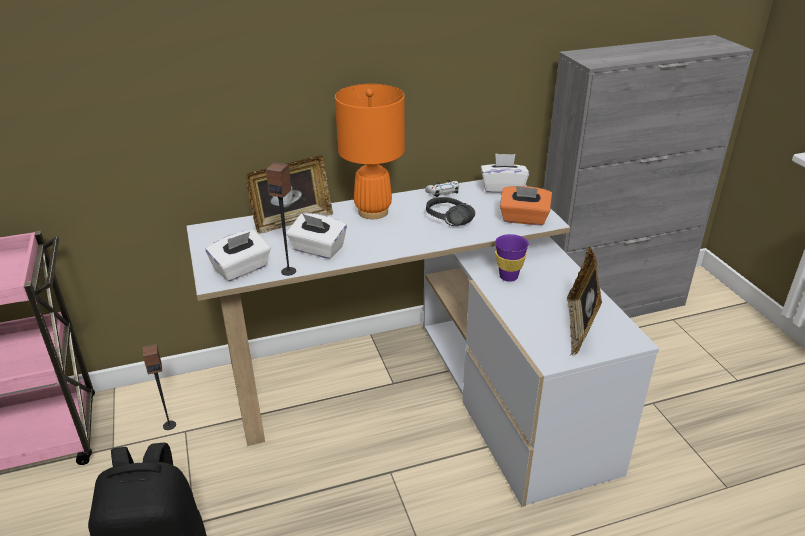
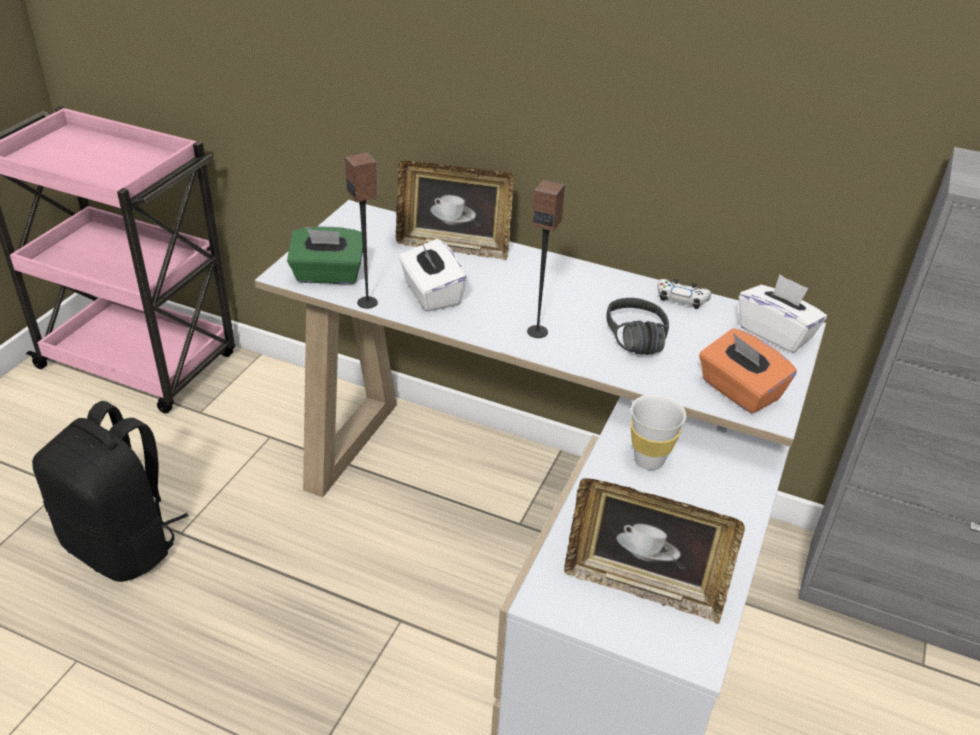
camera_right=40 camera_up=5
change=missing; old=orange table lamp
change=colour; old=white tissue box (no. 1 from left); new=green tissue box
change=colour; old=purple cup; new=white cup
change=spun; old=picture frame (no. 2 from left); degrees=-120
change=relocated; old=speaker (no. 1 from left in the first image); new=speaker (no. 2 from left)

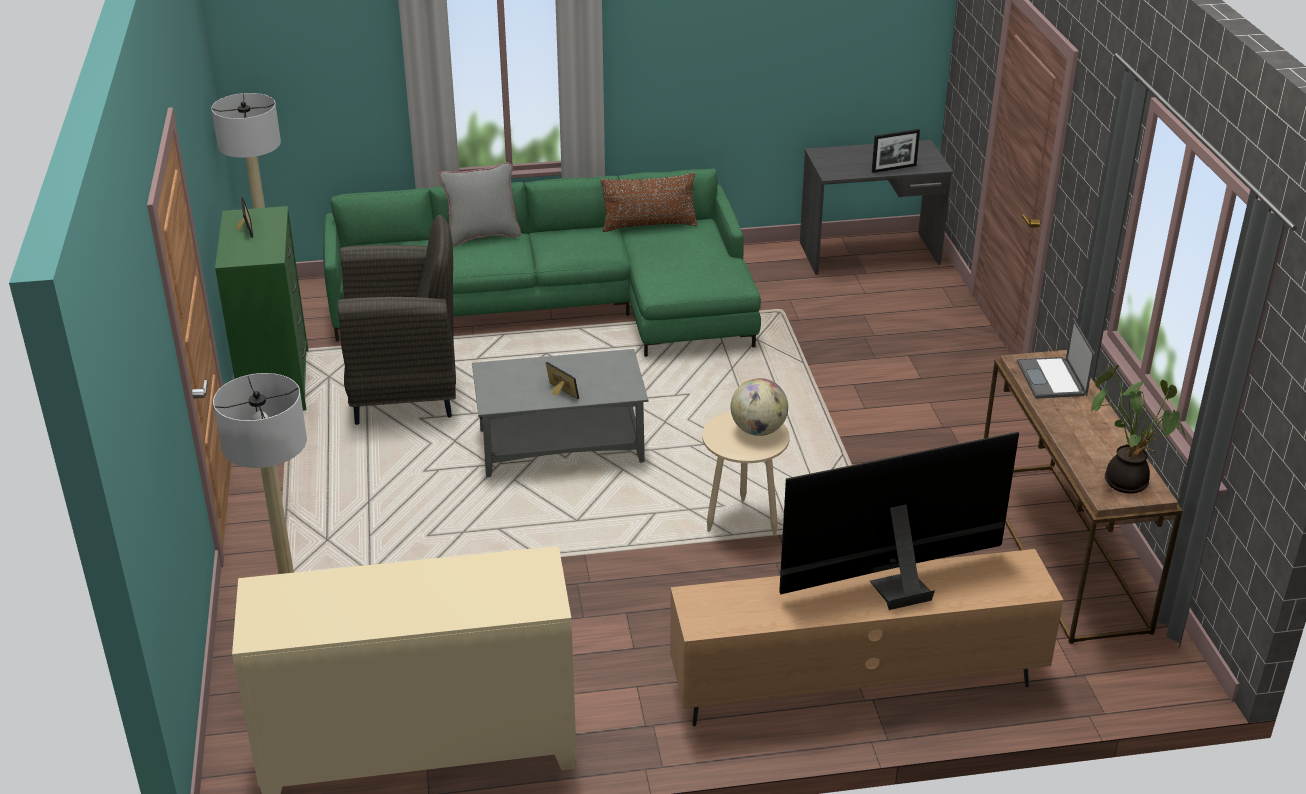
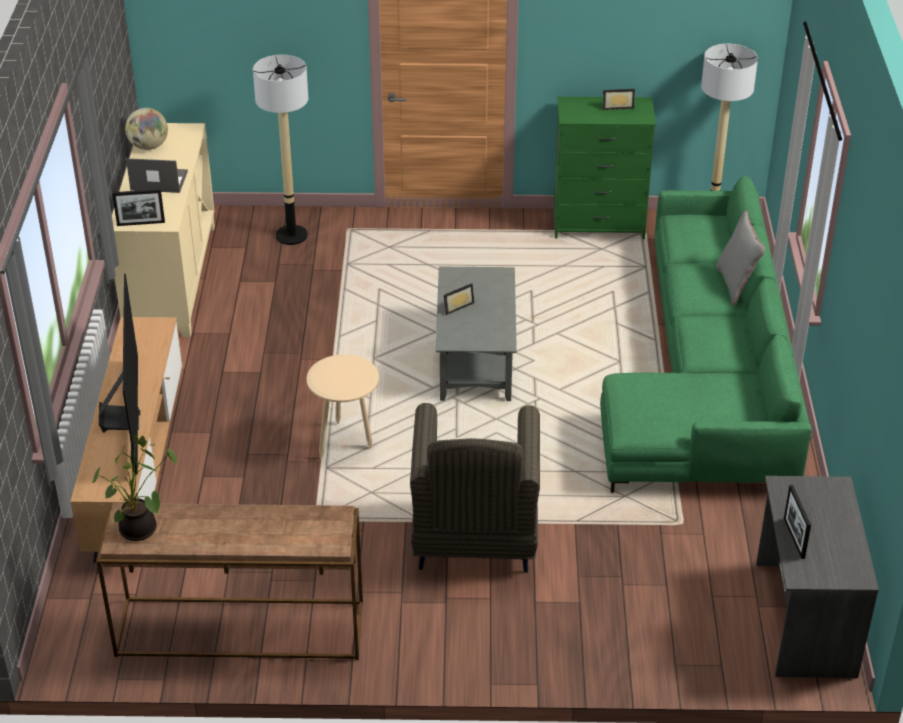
camera_right=100 camera_up=5
change=missing; old=brown pillow
change=relocated; old=grey armchair
change=relocated; old=laptop
change=relocated; old=globe
change=appeared; new=picture frame (no. 1 from left)

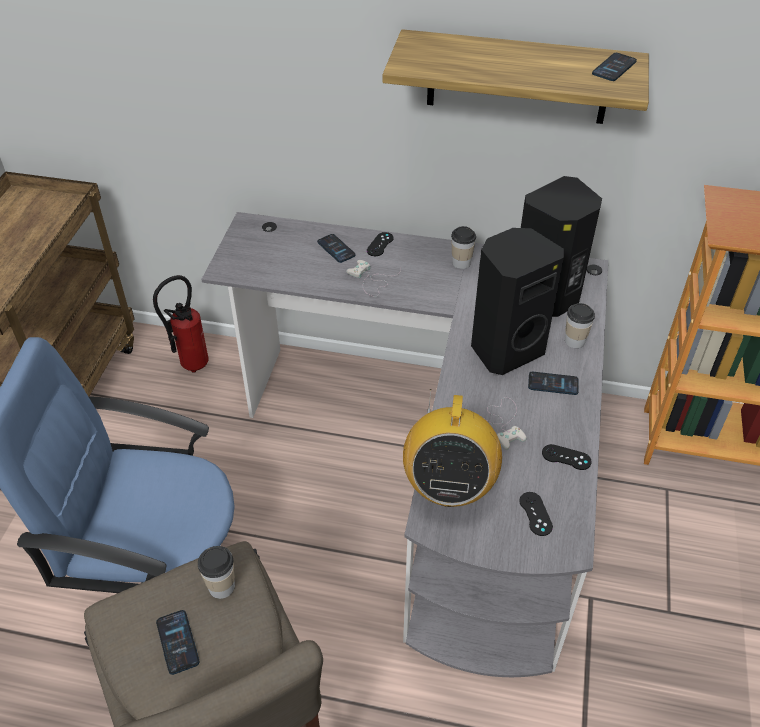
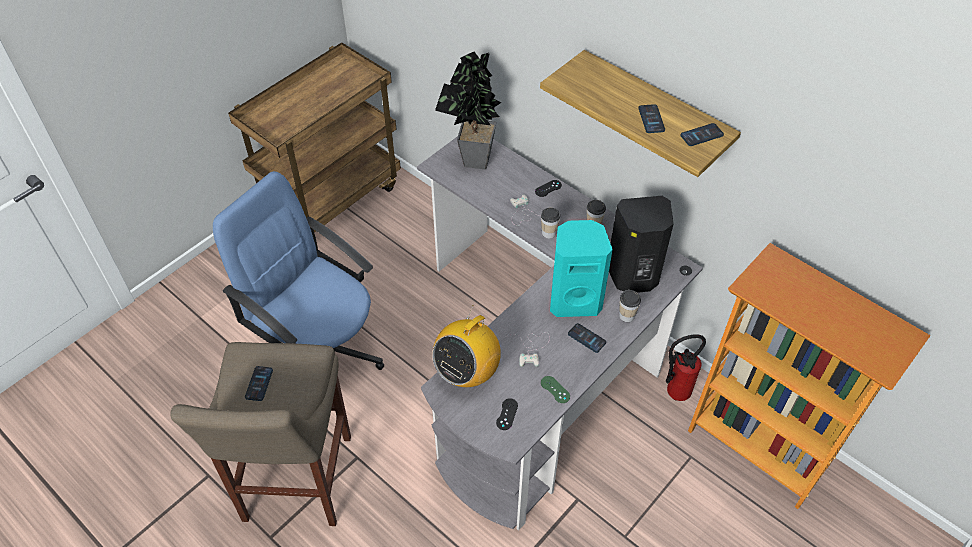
camera_right=30 camera_up=5
change=colour; old=black speaker (no. 1 from left); new=turquoise speaker
change=relocated; old=phone (no. 2 from left in the first image); new=phone (no. 3 from left)
change=relocated; old=fire extinguisher
change=colour; old=black game controller (no. 3 from left); new=green game controller
change=relocated; old=cup (no. 1 from left)
change=appeared; new=potted plant

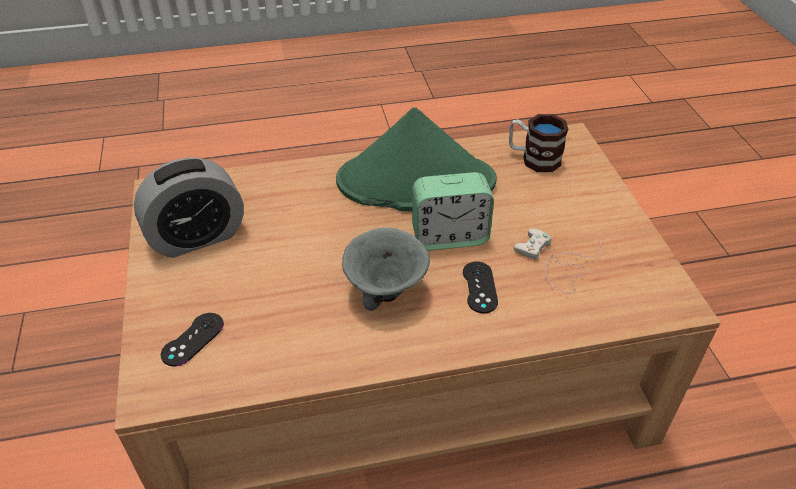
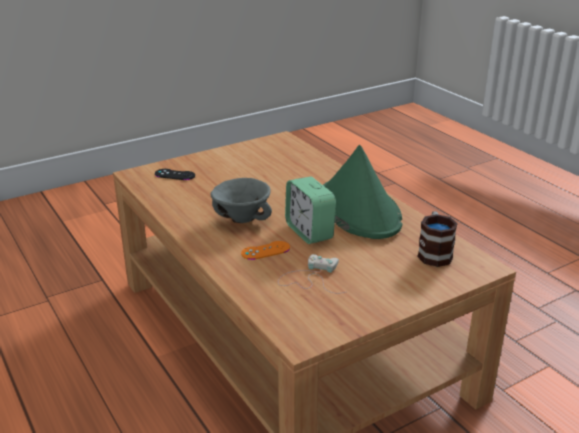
camera_right=70 camera_up=-15
change=missing; old=alarm clock (no. 1 from left)
change=colour; old=black game controller (no. 2 from left); new=orange game controller

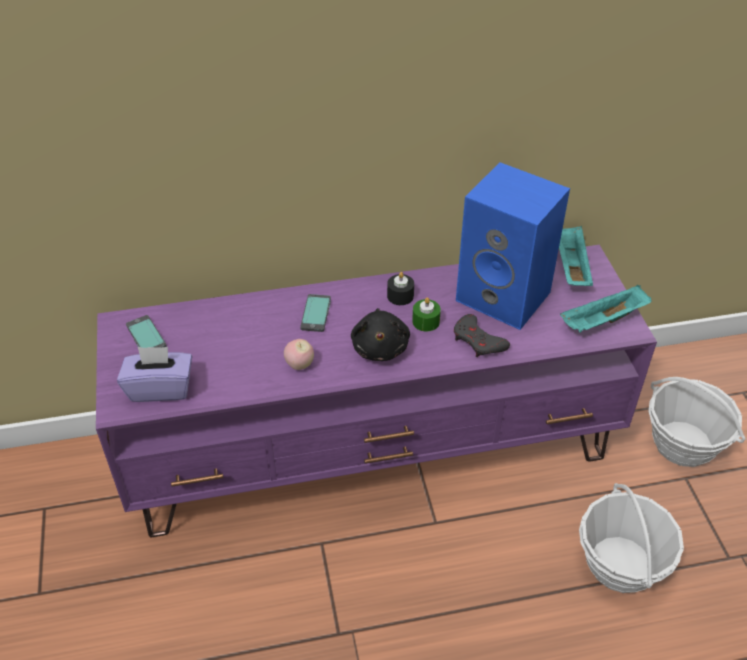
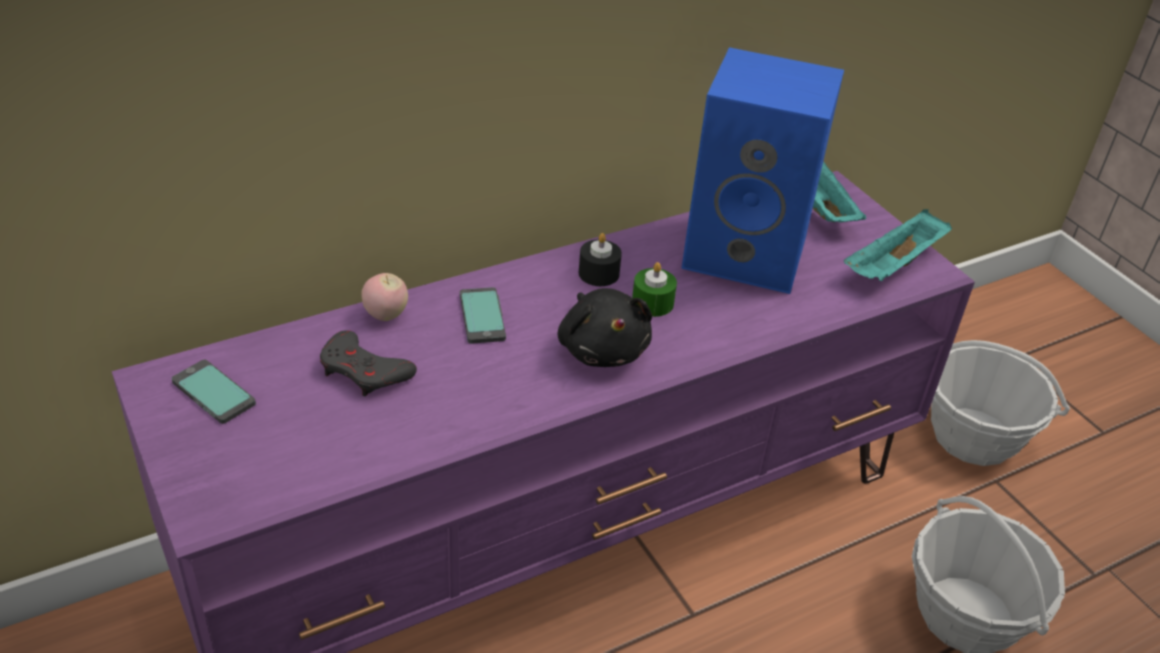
camera_right=-20 camera_up=-5
change=relocated; old=grey game controller
change=relocated; old=apple
change=missing; old=purple tissue box

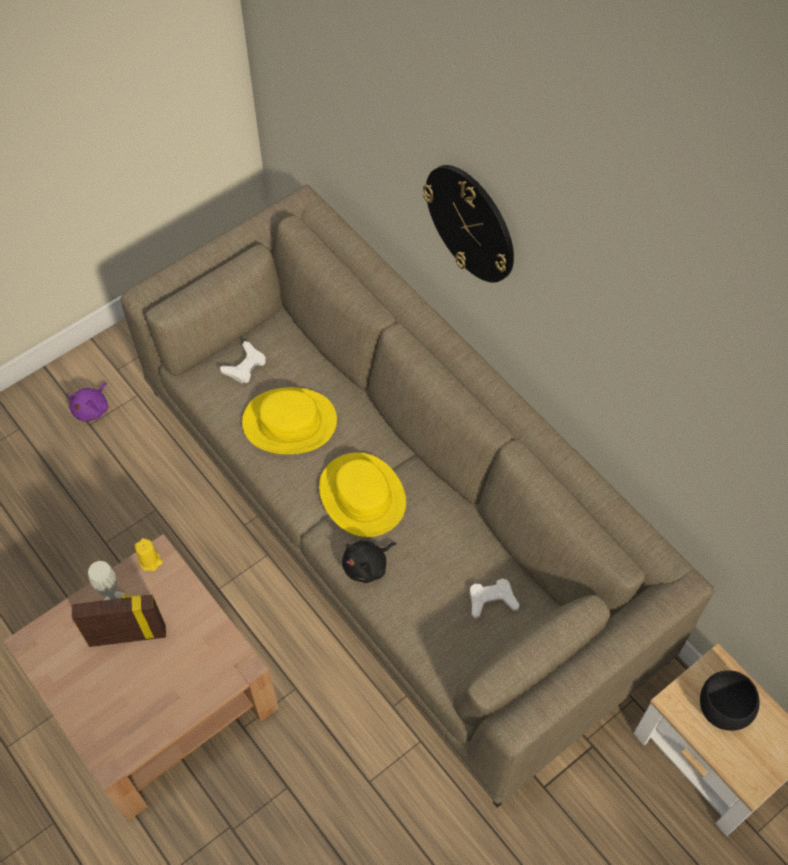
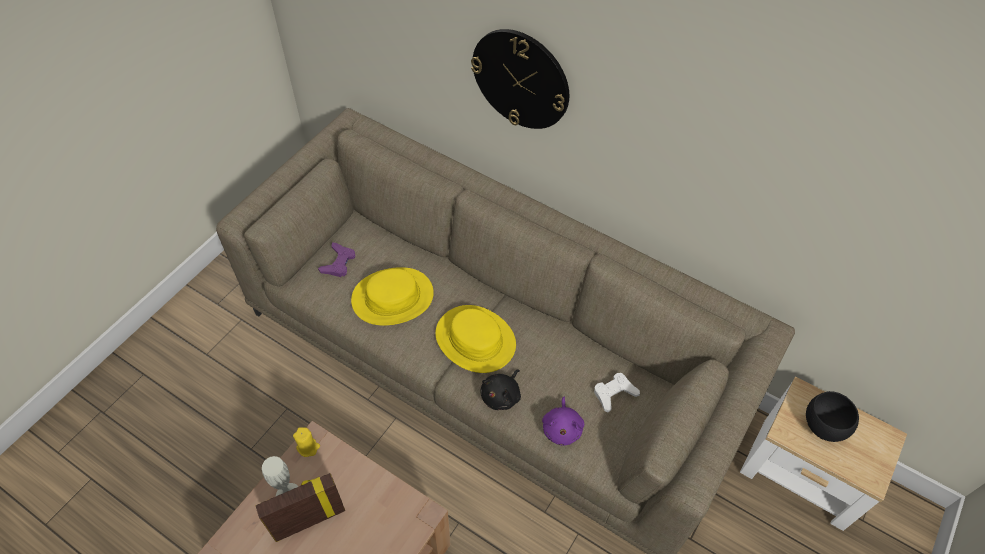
camera_right=-20 camera_up=-5
change=colour; old=white game controller (no. 1 from left); new=purple game controller
change=relocated; old=purple plush toy

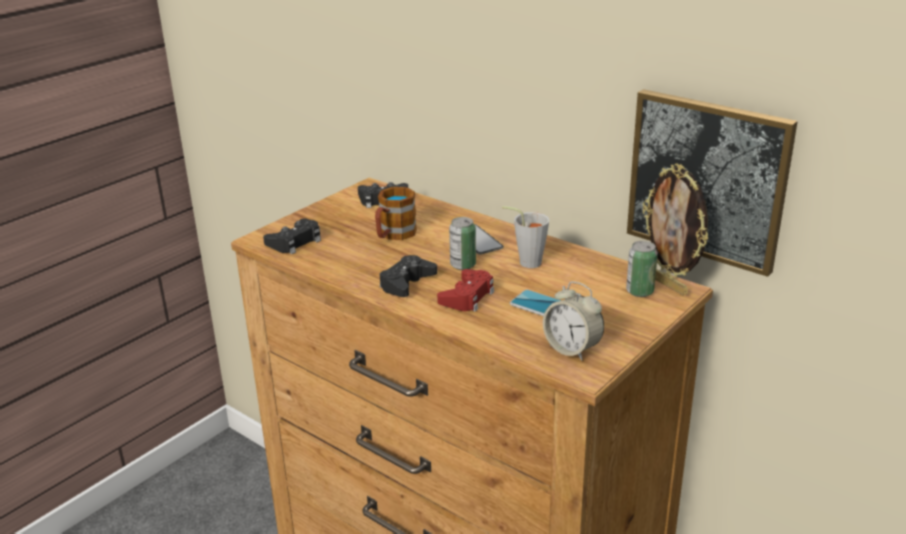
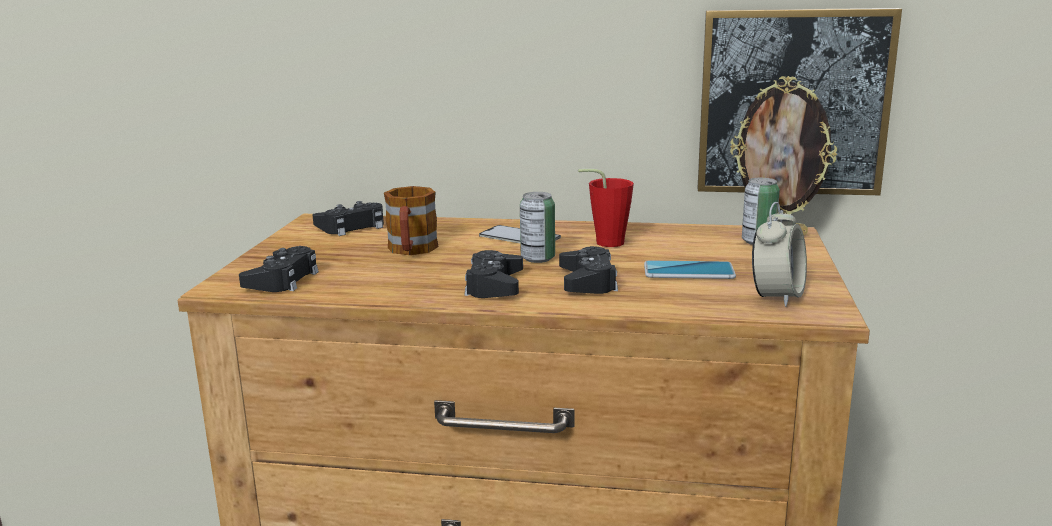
camera_right=-30 camera_up=-10
change=colour; old=grey cup; new=red cup
change=colour; old=red game controller; new=black game controller (no. 4 from left)
change=spun; old=alarm clock; degrees=-75

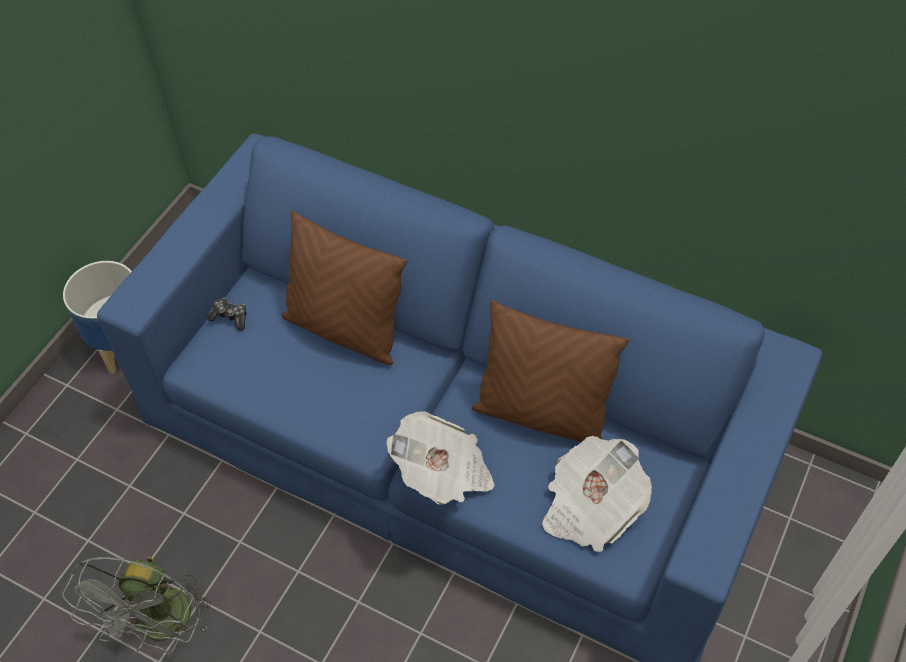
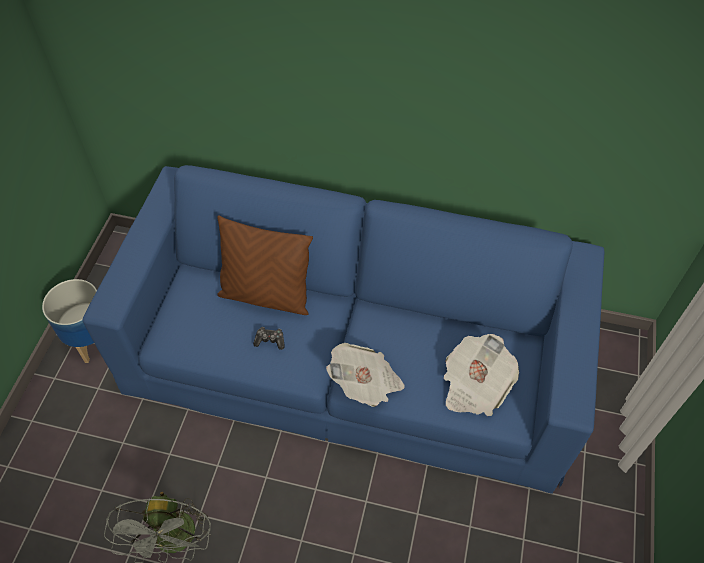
camera_right=-15 camera_up=0
change=relocated; old=game controller
change=missing; old=brown pillow (no. 2 from left)

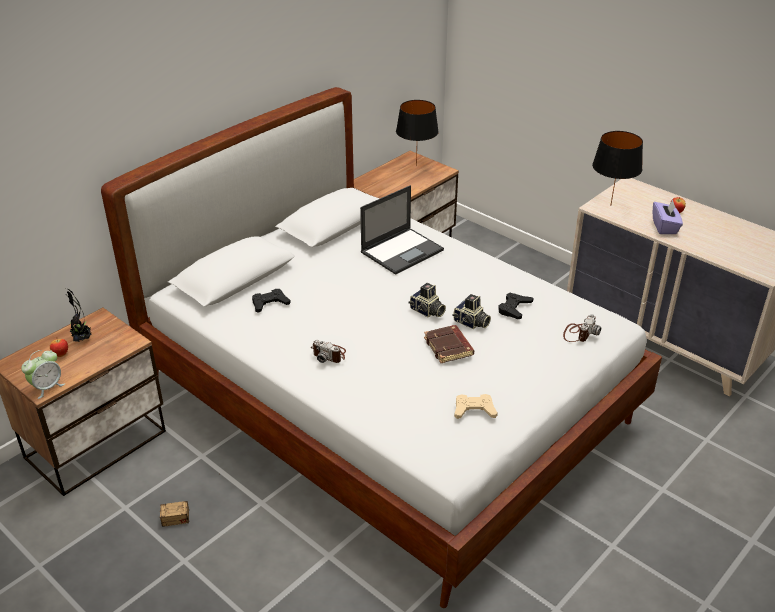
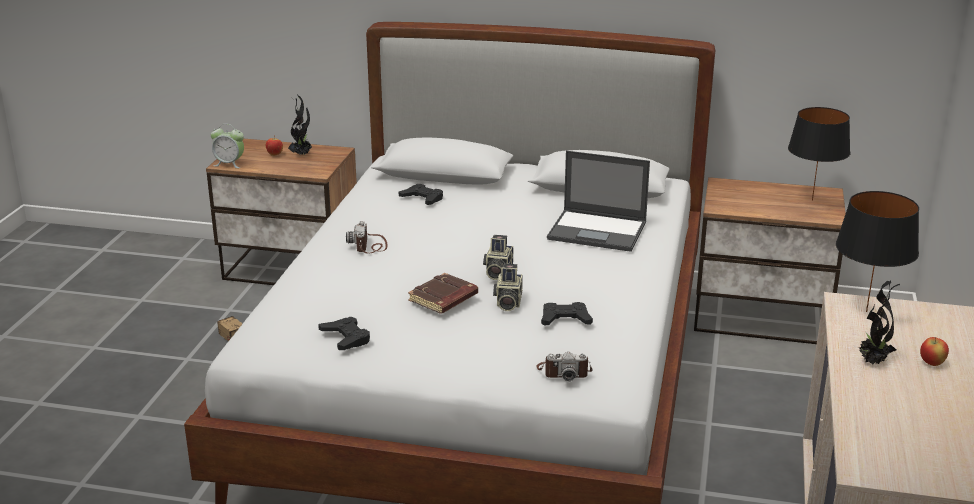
camera_right=60 camera_up=-10
change=exchanged; old=purple tissue box; new=potted plant (no. 2 from left)
change=colour; old=beige game controller; new=black game controller (no. 1 from left)

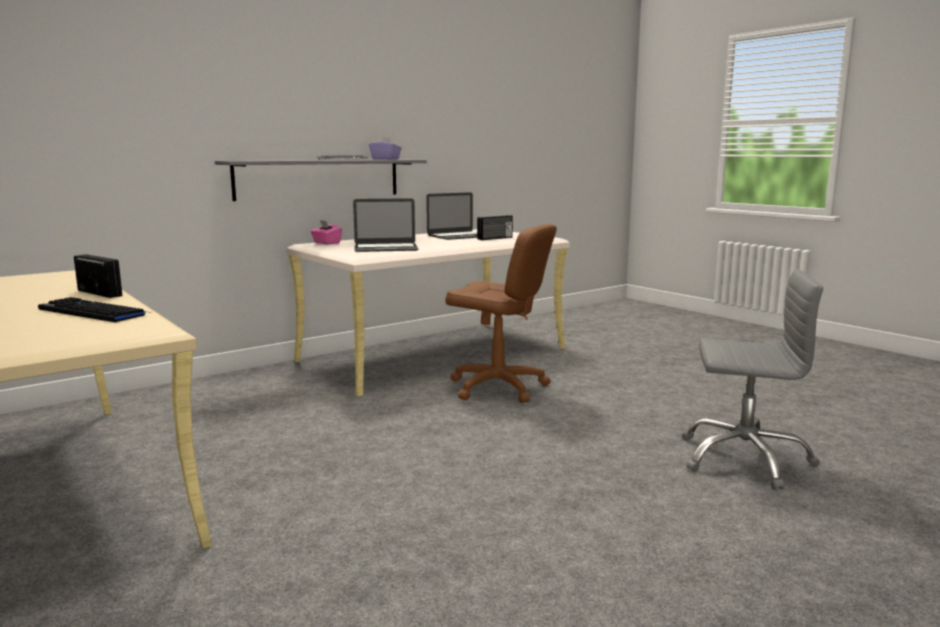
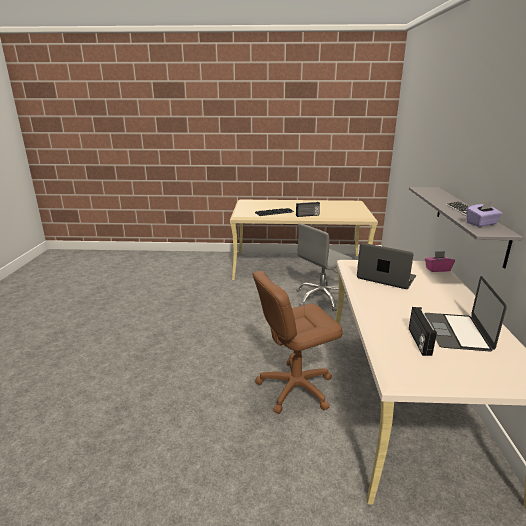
camera_right=130 camera_up=10
change=spun; old=laptop (no. 1 from left); degrees=90
change=relocated; old=grey office chair

